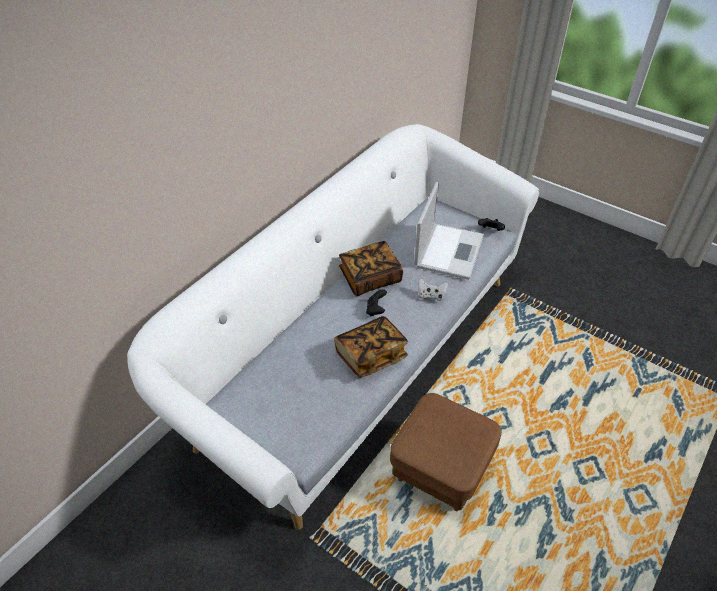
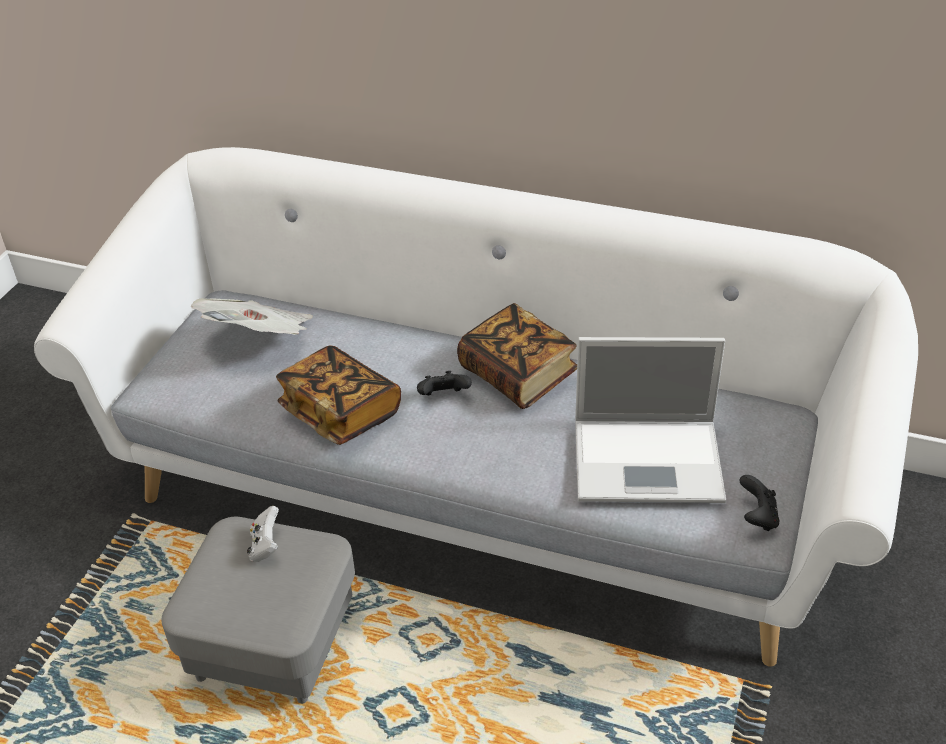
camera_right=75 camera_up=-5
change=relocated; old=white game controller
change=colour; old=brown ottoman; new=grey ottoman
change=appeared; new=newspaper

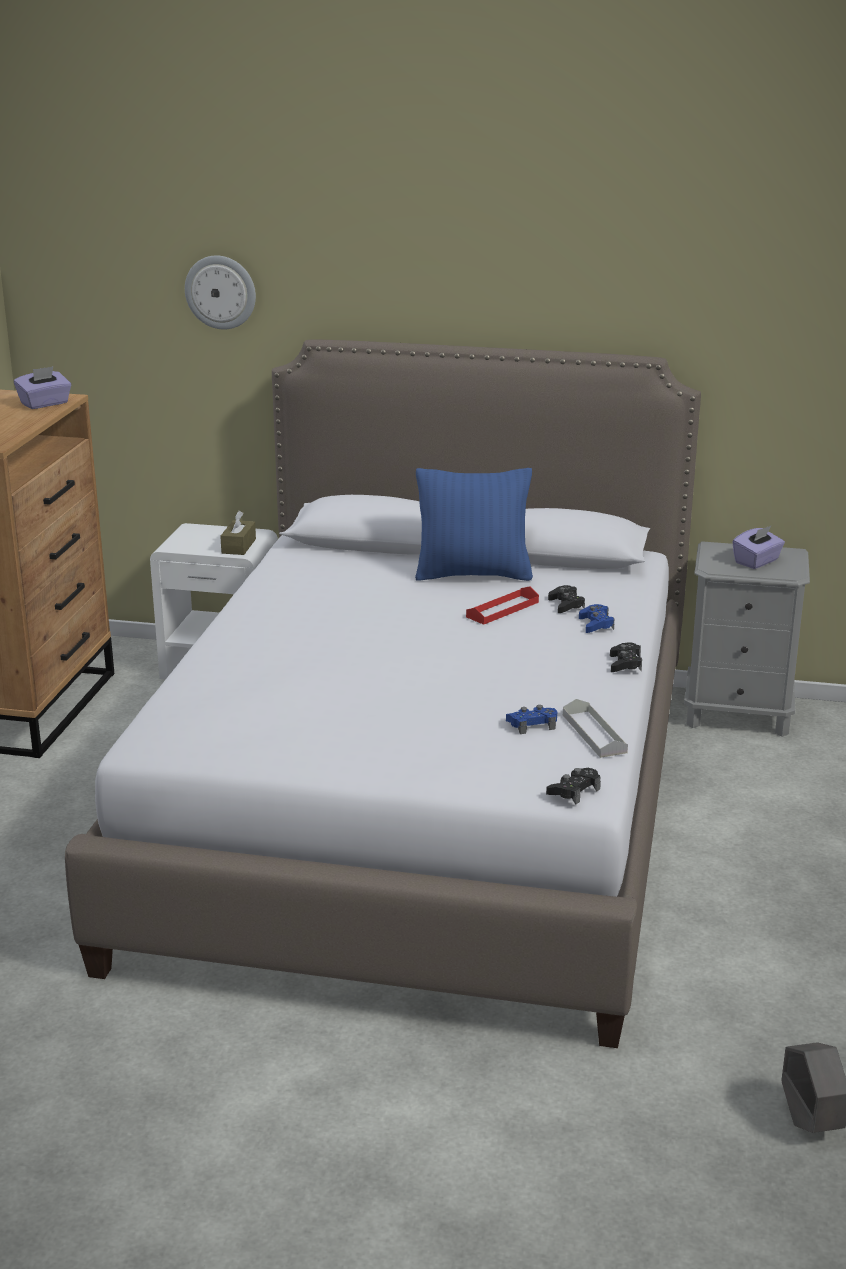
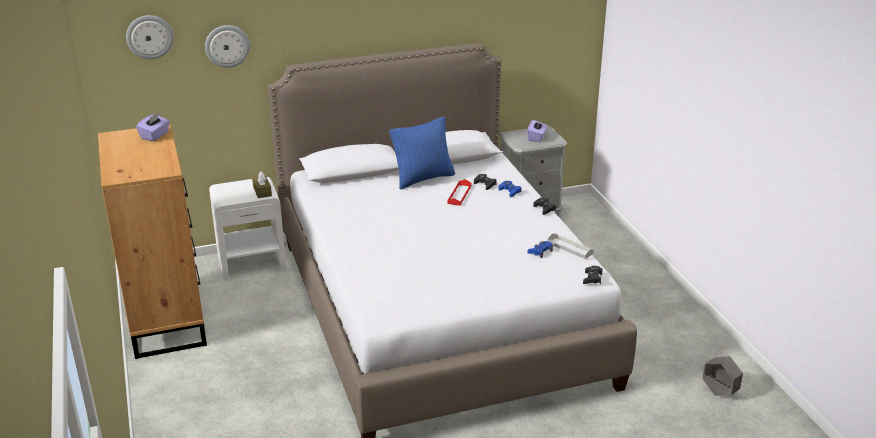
camera_right=-30 camera_up=5
change=appeared; new=wall clock (no. 1 from left)

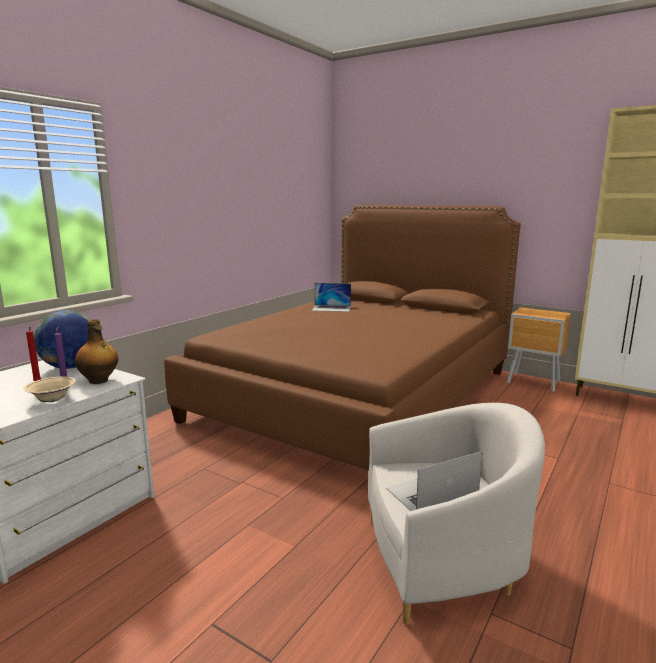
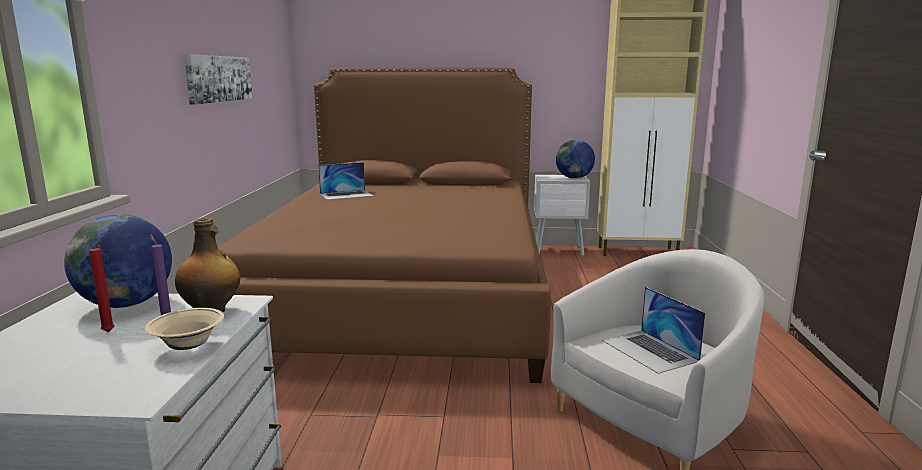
camera_right=-30 camera_up=0
change=colour; old=brown nightstand; new=white nightstand
change=spun; old=laptop (no. 2 from left); degrees=-60
change=appeared; new=picture
change=appeared; new=globe (no. 2 from left)

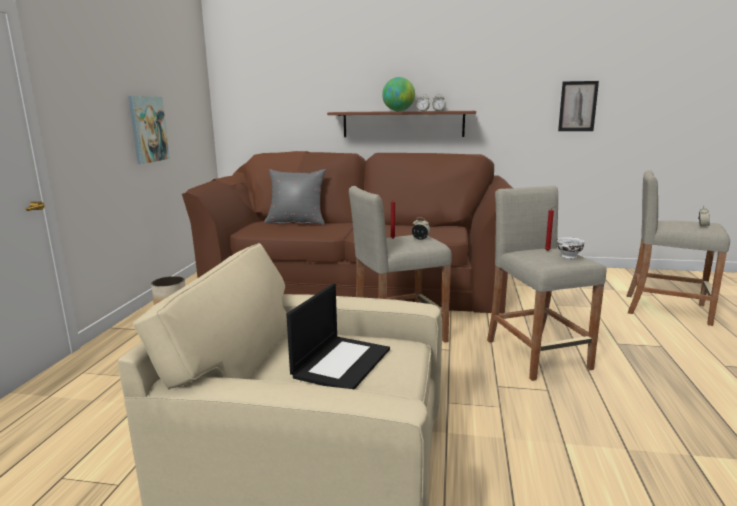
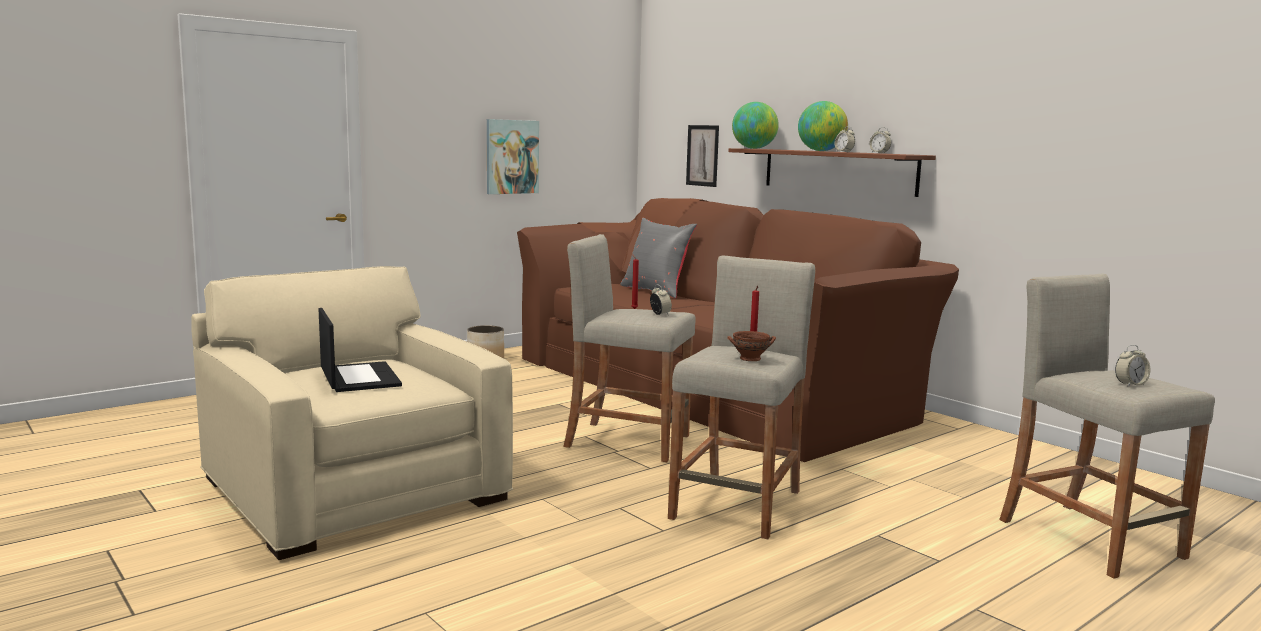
camera_right=40 camera_up=-5
change=relocated; old=picture (no. 2 from left)
change=colour; old=white bowl; new=brown bowl
change=spun; old=laptop; degrees=-90
change=appeared; new=globe (no. 1 from left)

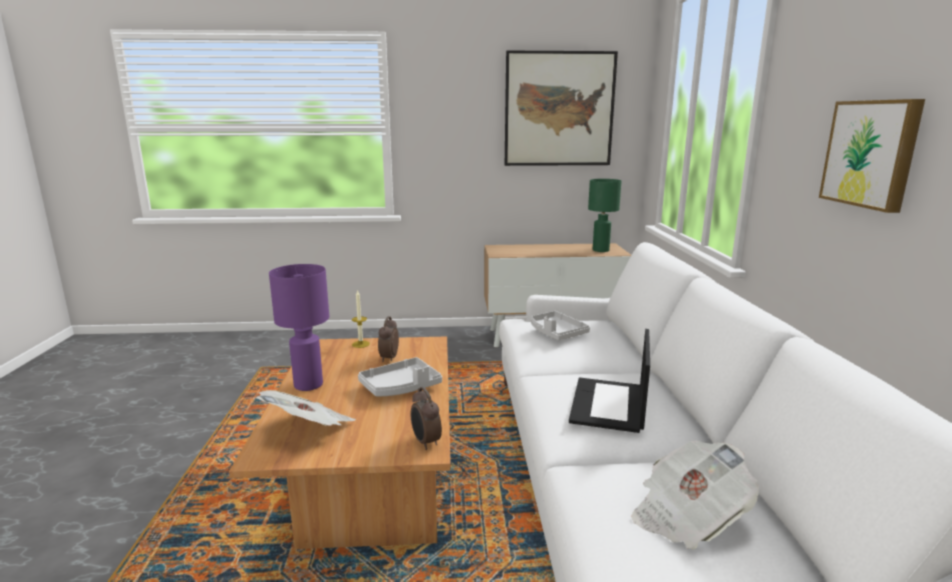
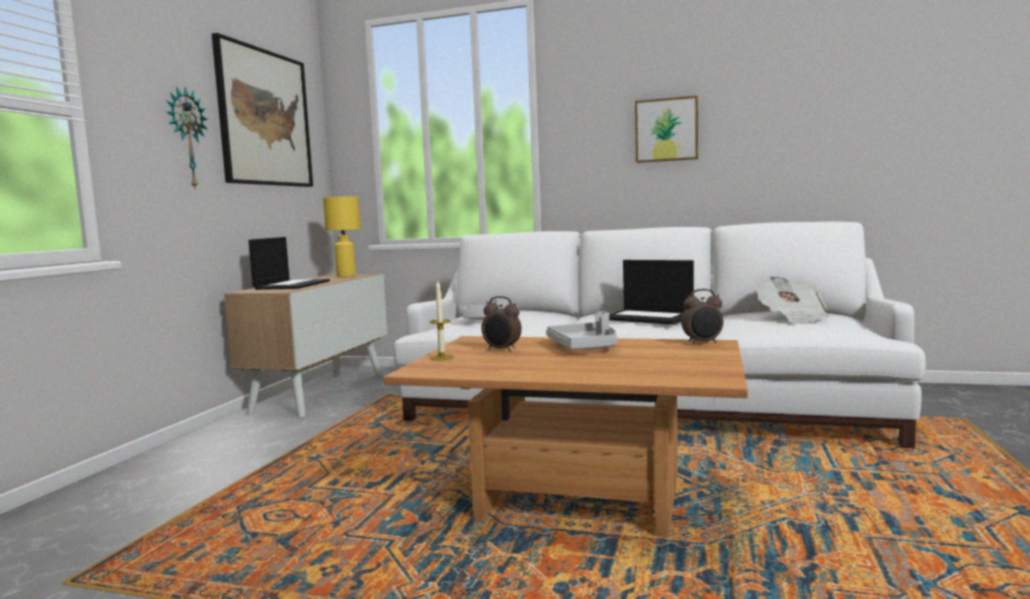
camera_right=-70 camera_up=-10
change=colour; old=green table lamp; new=yellow table lamp
change=missing; old=purple table lamp
change=missing; old=newspaper (no. 1 from left)
change=appeared; new=wall clock
change=appeared; new=laptop (no. 1 from left)

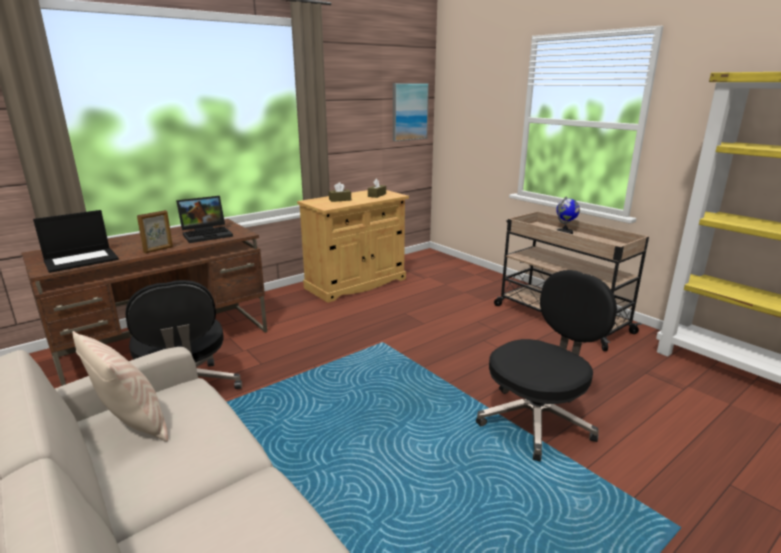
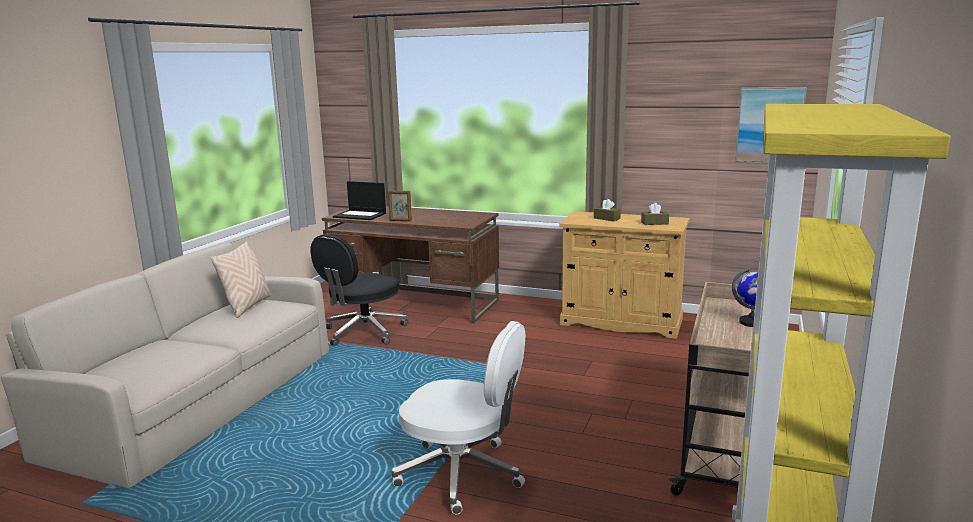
camera_right=60 camera_up=-5
change=missing; old=laptop (no. 2 from left)
change=colour; old=black office chair (no. 2 from left); new=white office chair

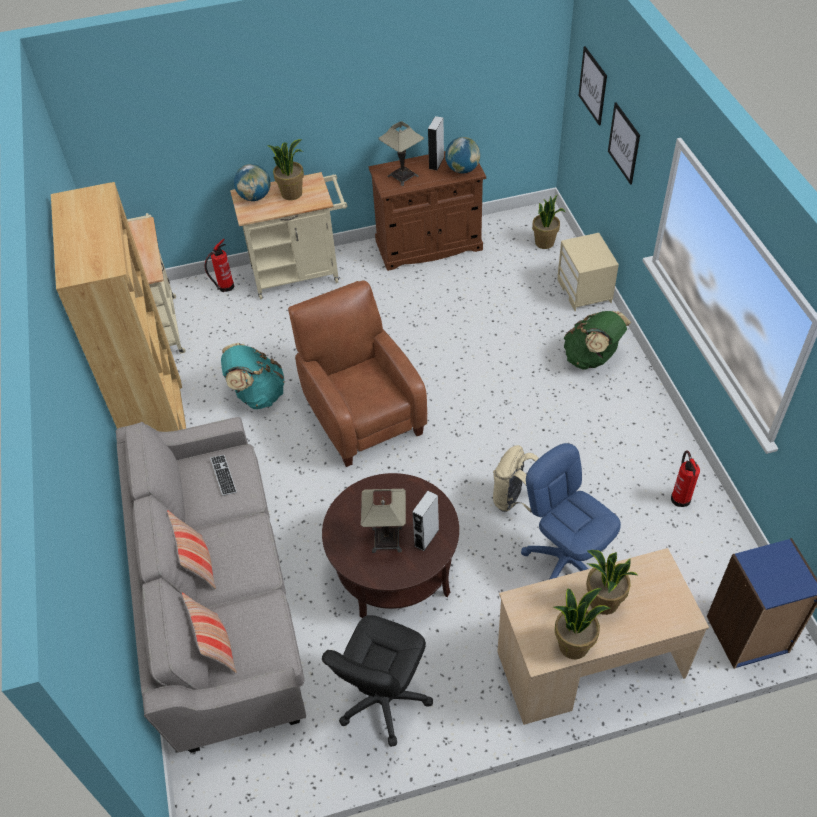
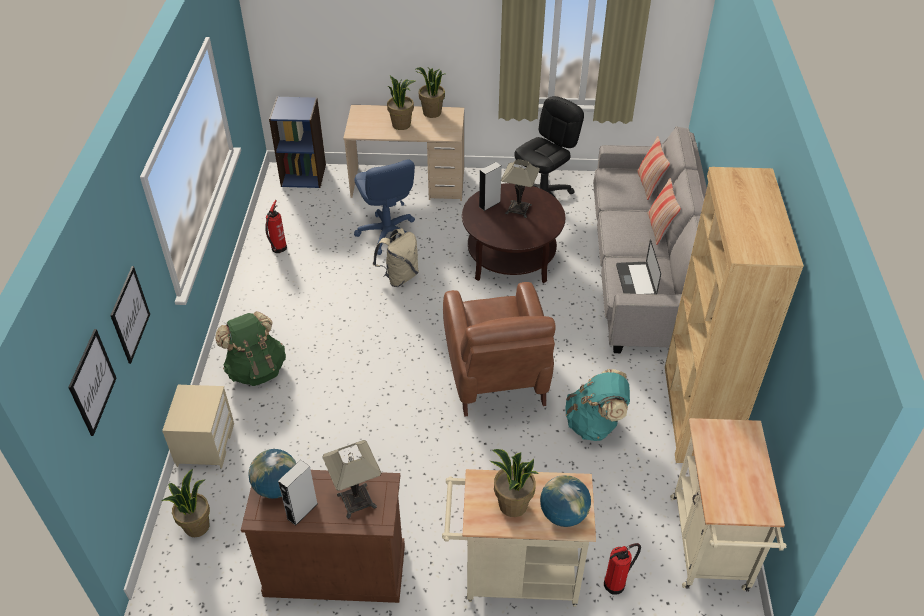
camera_right=-165 camera_up=-5
change=exchanged; old=keyboard; new=laptop

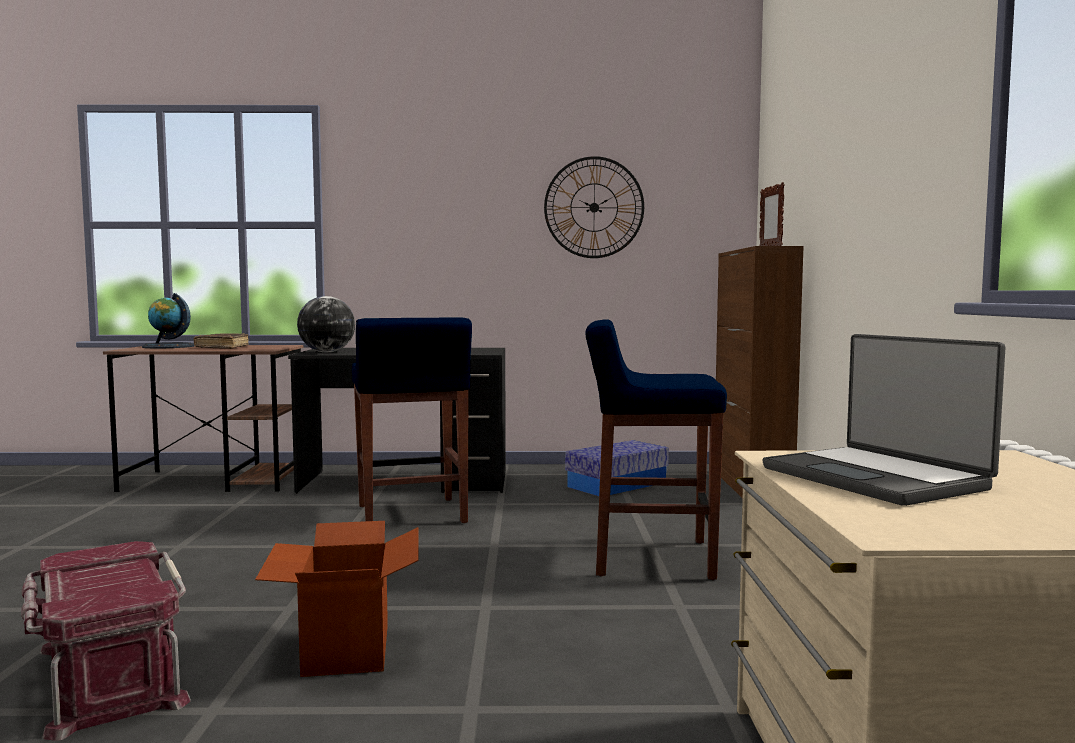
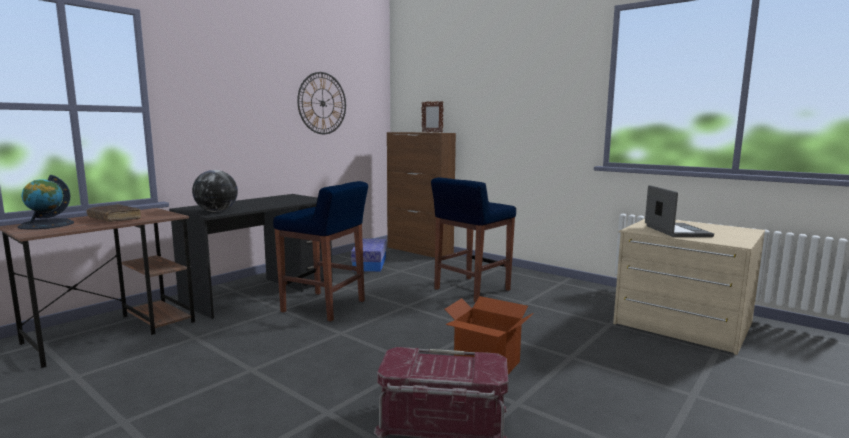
camera_right=-50 camera_up=5
change=spun; old=laptop; degrees=-105

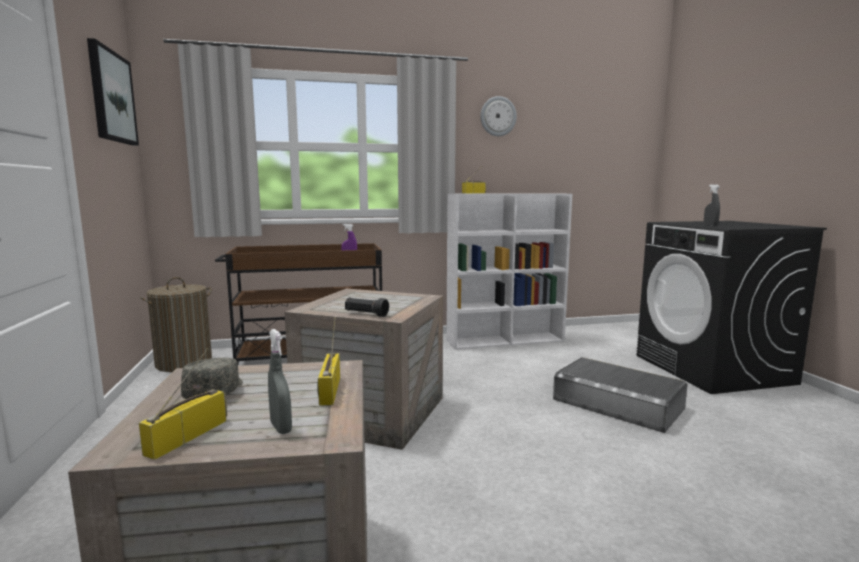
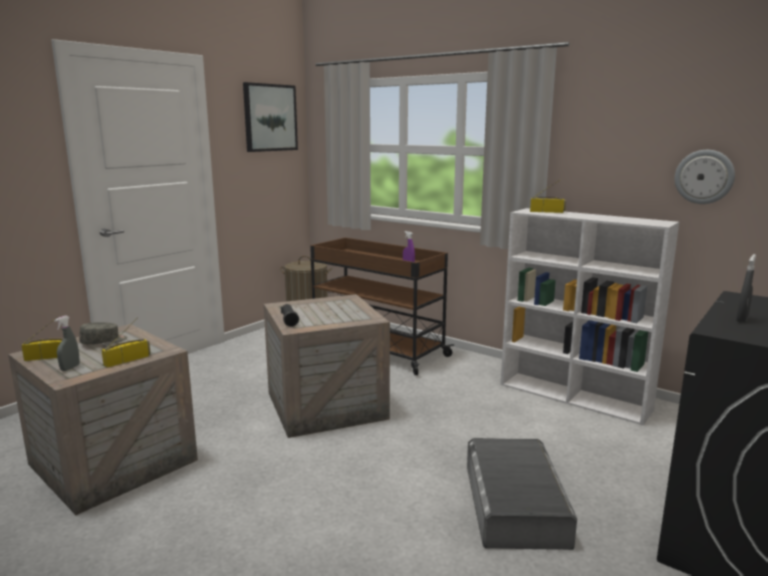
camera_right=50 camera_up=5
change=relocated; old=wall clock

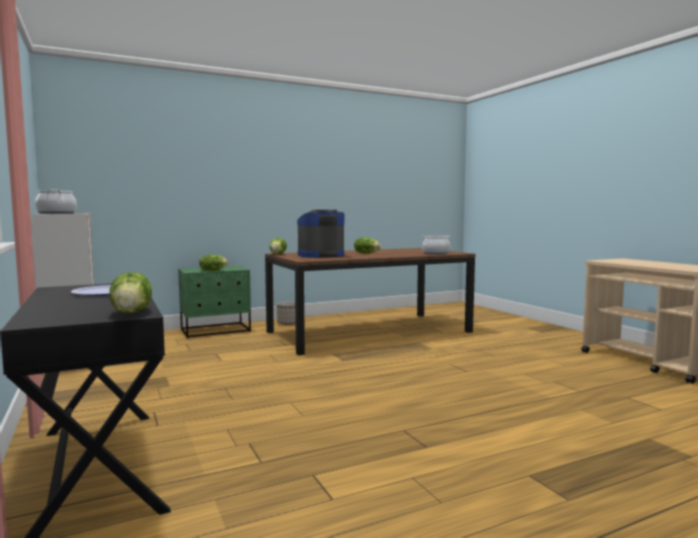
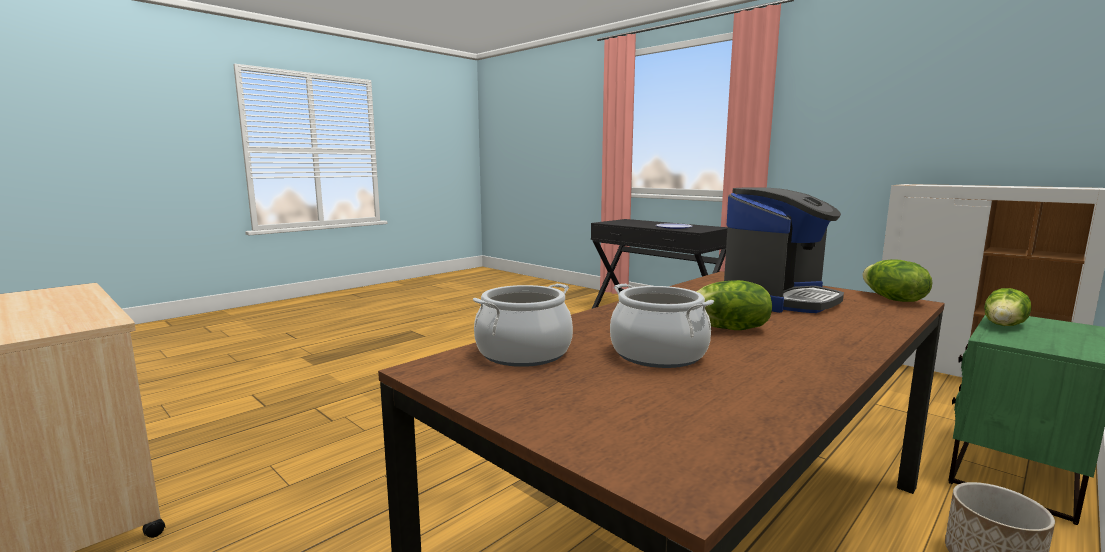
camera_right=160 camera_up=5
change=relocated; old=cooking pot (no. 1 from left in the first image); new=cooking pot (no. 2 from left)
change=missing; old=lettuce (no. 1 from left)

